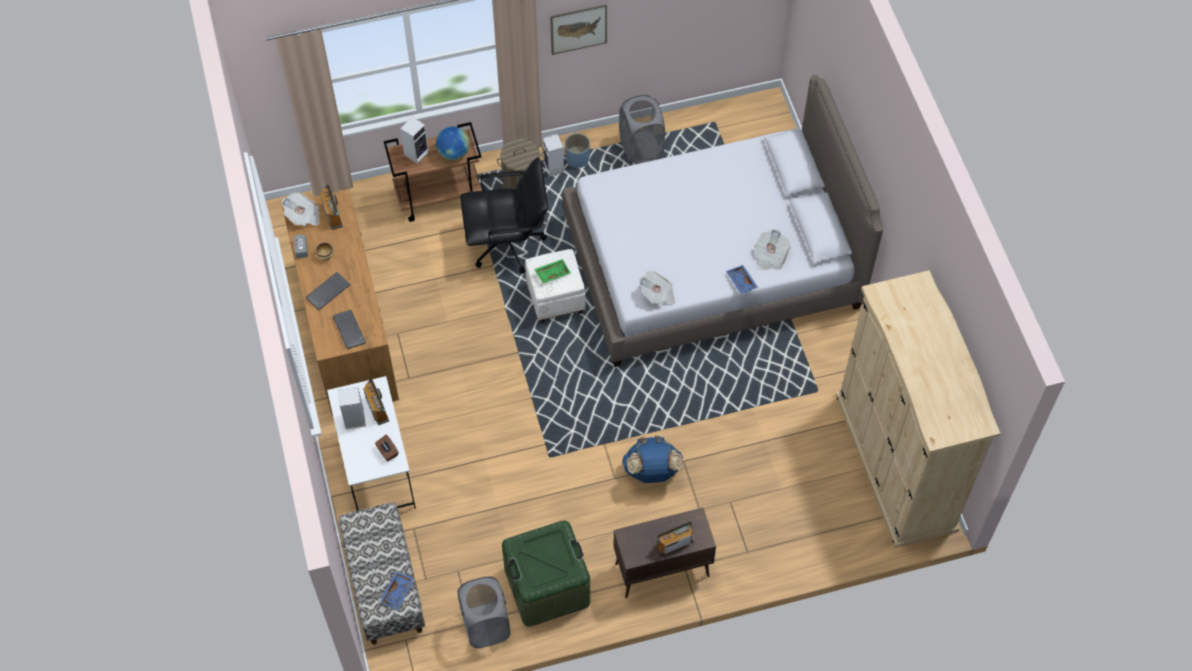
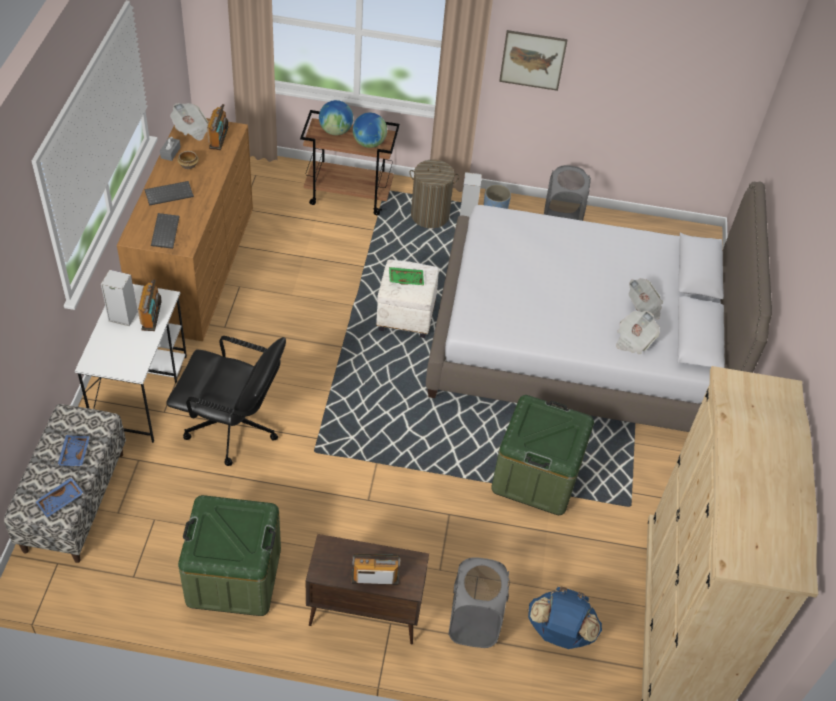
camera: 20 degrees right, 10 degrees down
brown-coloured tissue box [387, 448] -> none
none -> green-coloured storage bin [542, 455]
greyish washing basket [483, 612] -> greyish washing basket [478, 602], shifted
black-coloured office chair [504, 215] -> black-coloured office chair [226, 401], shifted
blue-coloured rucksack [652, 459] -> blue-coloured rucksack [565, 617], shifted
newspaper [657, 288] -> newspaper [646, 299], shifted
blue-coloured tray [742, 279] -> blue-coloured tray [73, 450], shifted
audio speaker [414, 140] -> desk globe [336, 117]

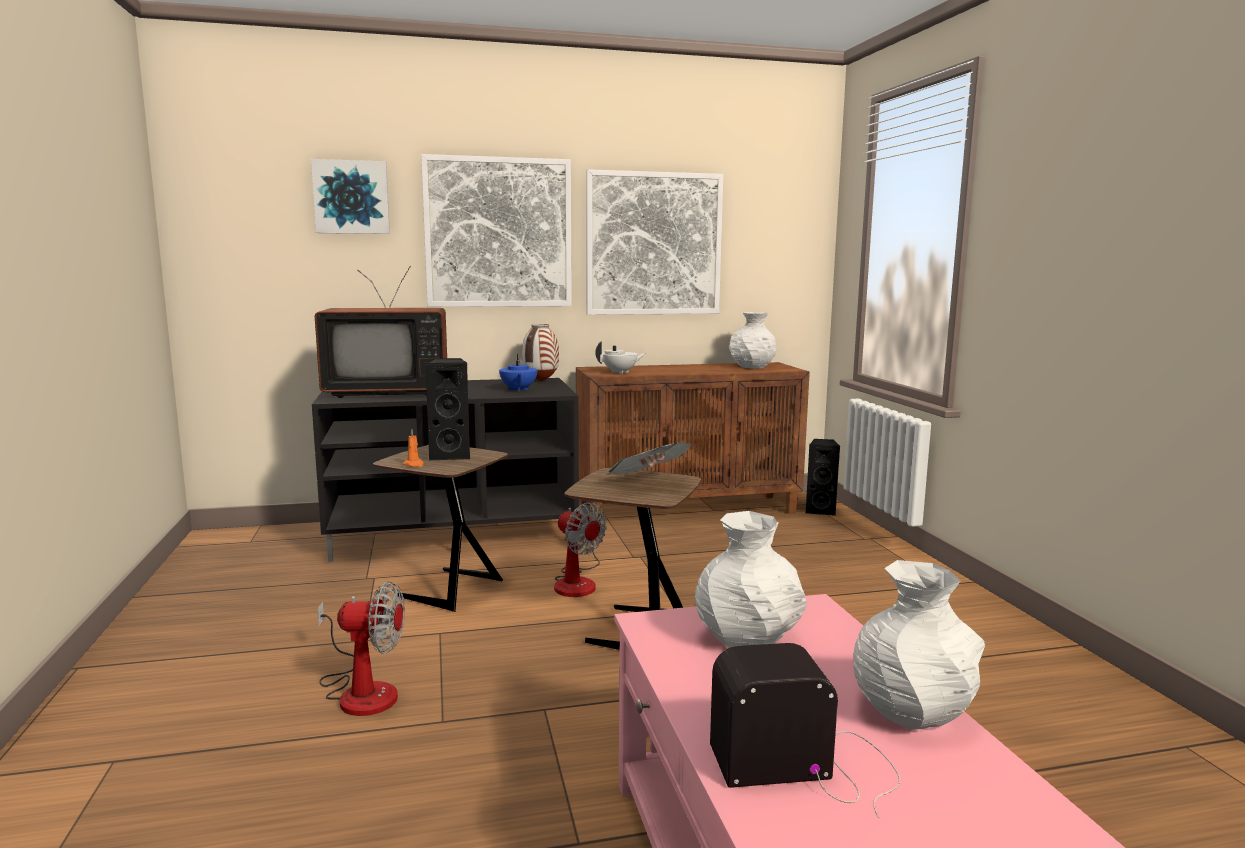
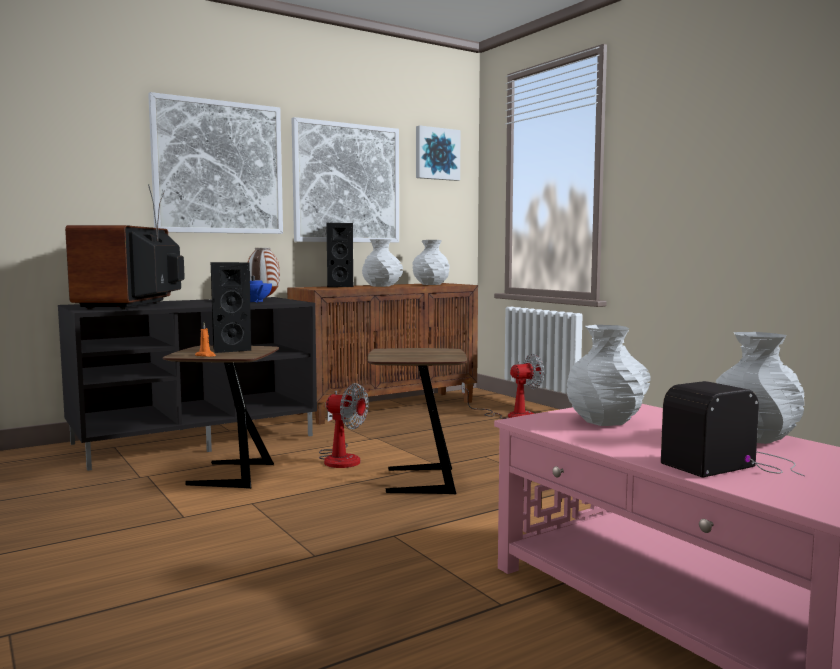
camera: 20 degrees left, 5 degrees down
white-coloured tea pot [620, 357] -> none
newspaper [648, 458] -> none
none -> white-coloured flower vase [382, 263]
wall picture [350, 196] -> wall picture [438, 153], shifted
electric fan [361, 648] -> electric fan [503, 386], shifted
black-coloured audio speaker [823, 477] -> black-coloured audio speaker [339, 255], shifted
TV set [381, 332] -> TV set [125, 247], 120 degrees clockwise

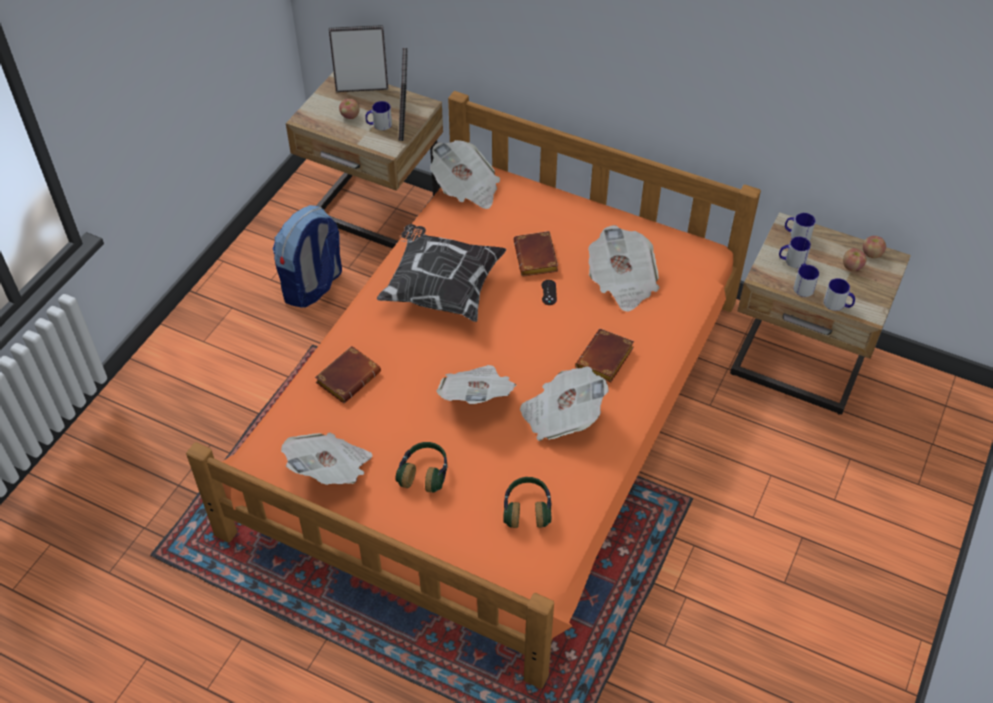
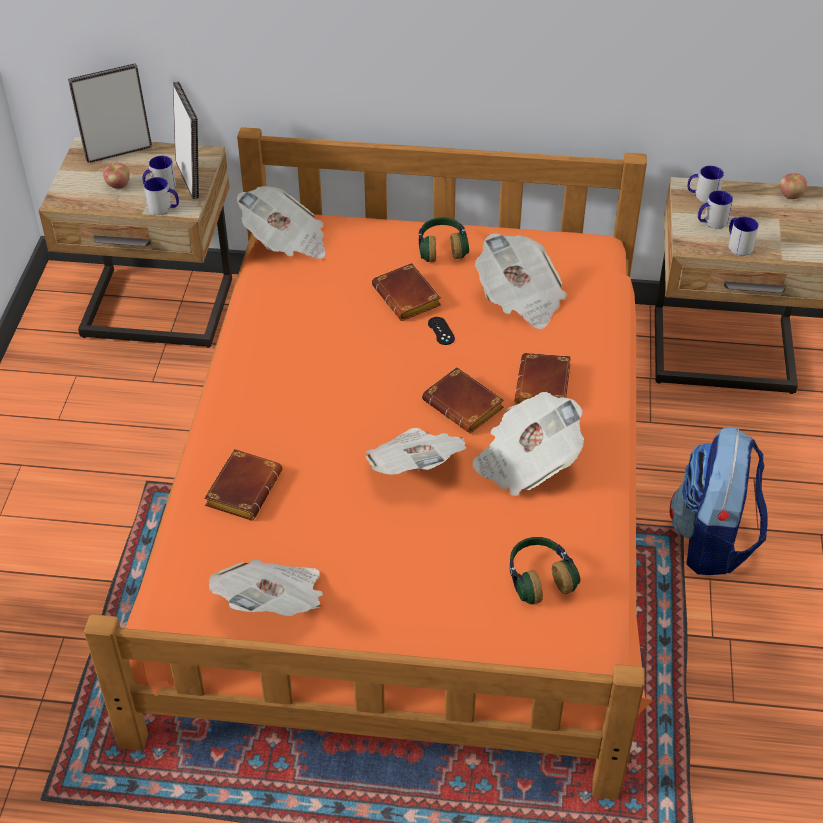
camera: 20 degrees left, 5 degrees down
cushion [441, 273] -> none
whole apple [855, 259] -> none
none -> brown-coloured book [463, 400]
rucksack [307, 256] -> rucksack [719, 501], shifted
headset [421, 467] -> headset [444, 239], shifted
mug [839, 294] -> mug [161, 196], shifted

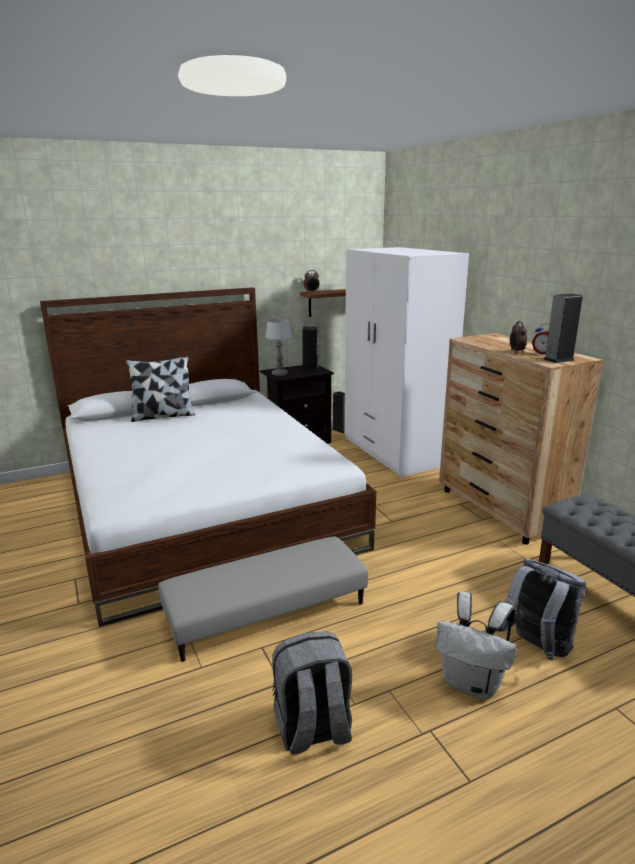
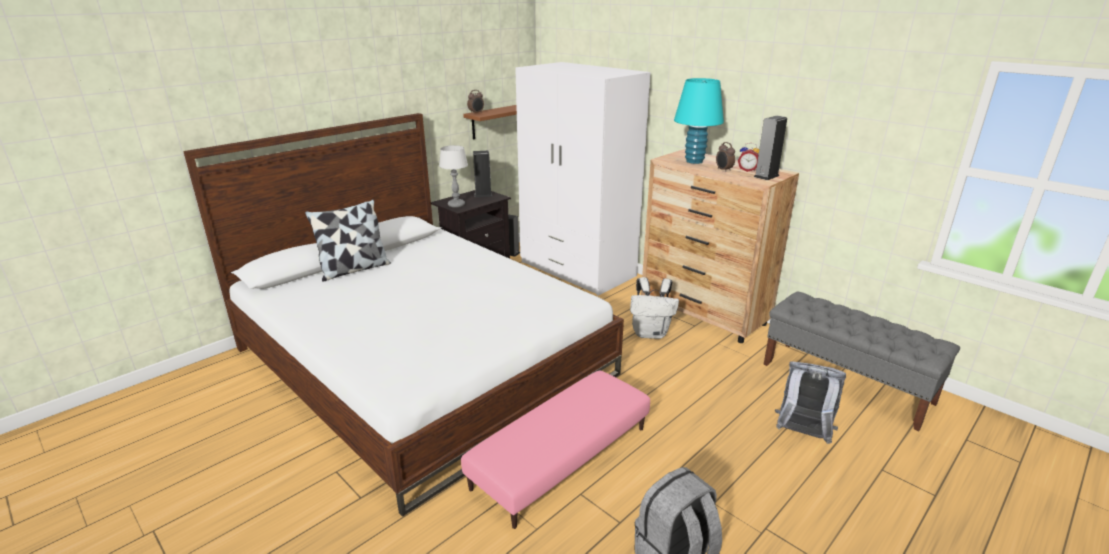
camera: 20 degrees left, 5 degrees up
none -> turquoise table lamp [699, 121]
white-coloured rucksack [476, 645] -> white-coloured rucksack [654, 308], shifted
greyish footrest [263, 599] -> pink-coloured footrest [555, 449]

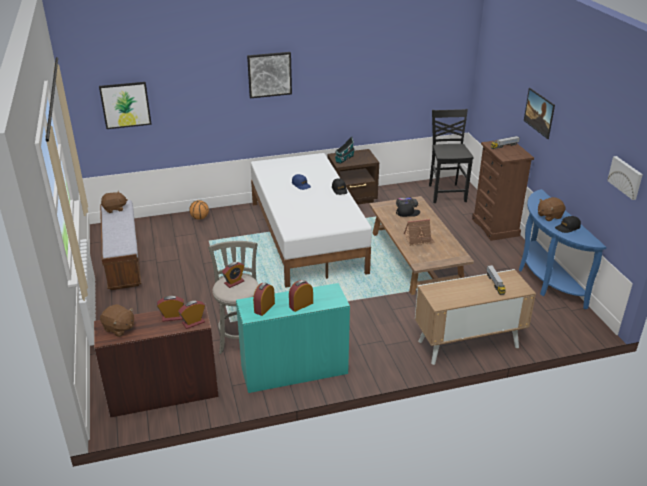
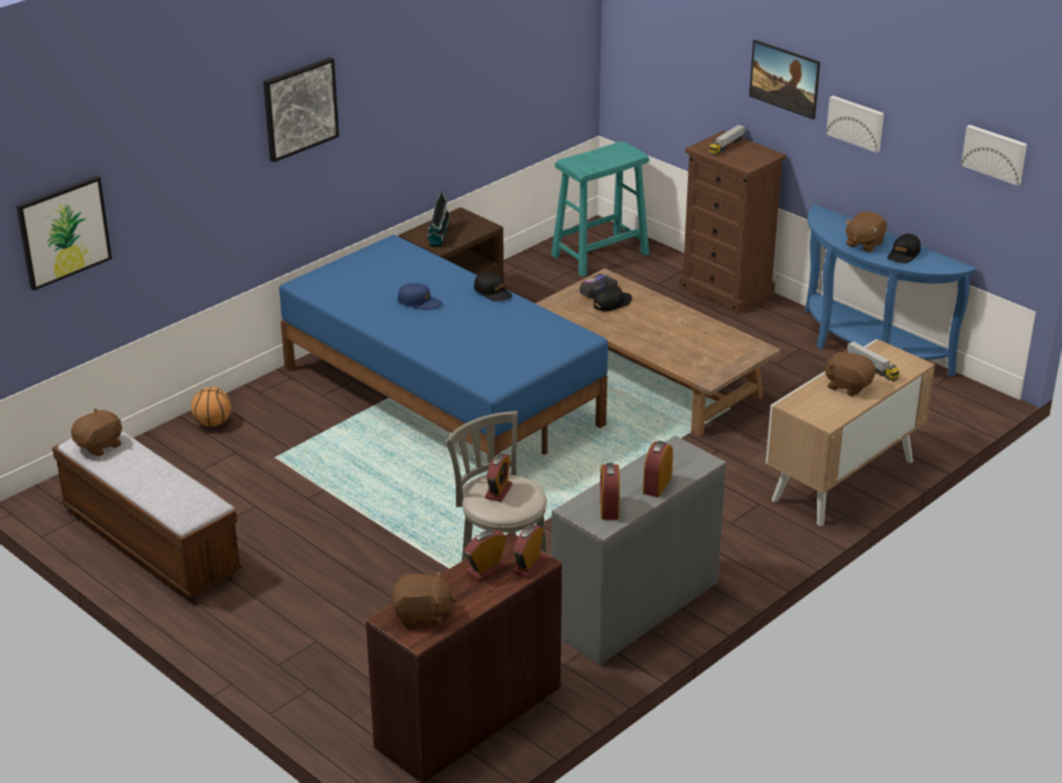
camera: 30 degrees left, 0 degrees up
miniature house [419, 232] -> none
none -> brown-coloured plush toy [849, 372]
none -> wall picture [855, 124]
black-coloured upright chair [451, 156] -> turquoise stool seat [600, 209]
turquoise desk unit [293, 338] -> greyish desk unit [638, 550]
white-coloured sleeping bed [311, 220] -> blue-coloured sleeping bed [443, 349]

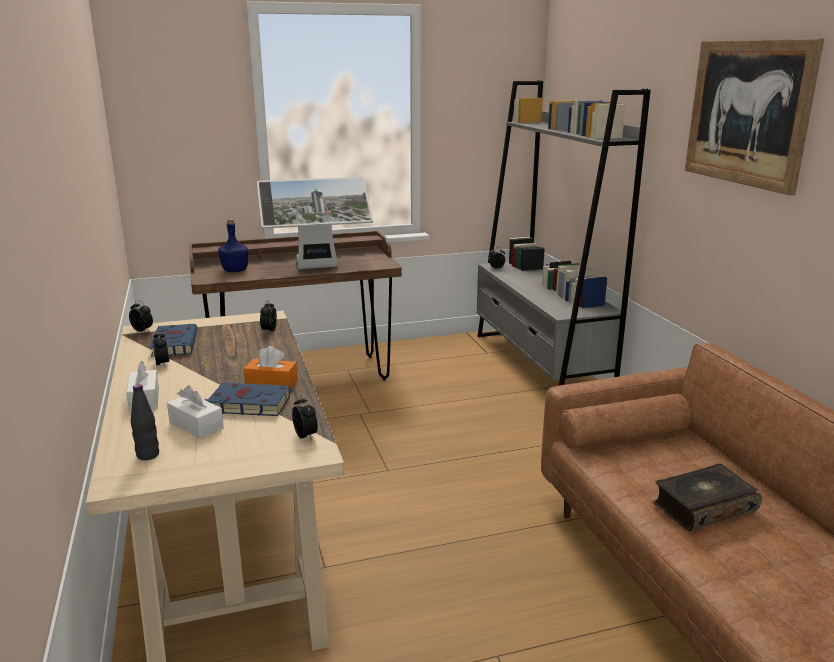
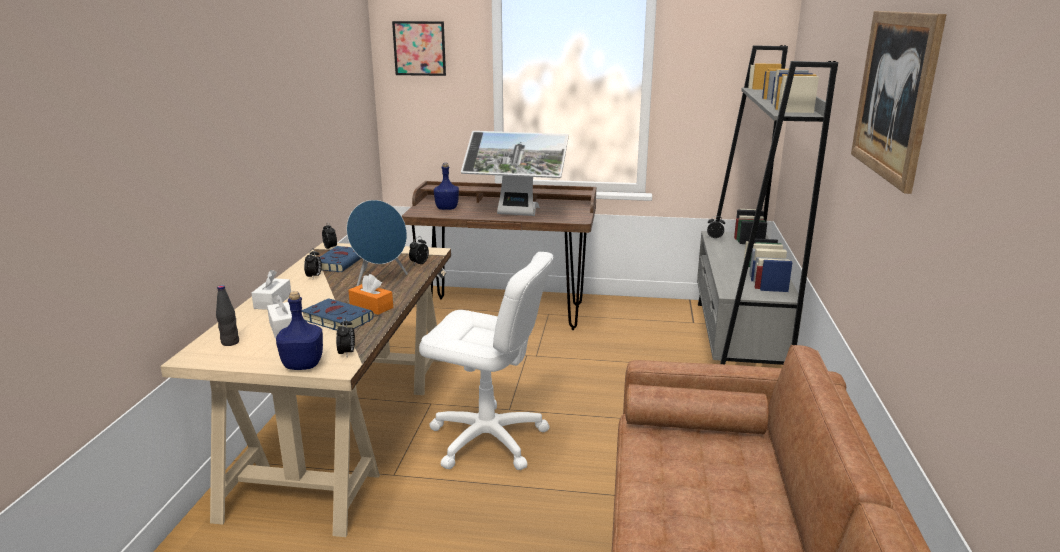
camera: 25 degrees right, 0 degrees up
book [707, 497] -> none
none -> blue-coloured drink bottle [299, 330]
none -> blue-coloured audio speaker [377, 243]
none -> wall picture [419, 48]
none -> white-coloured office chair [486, 361]

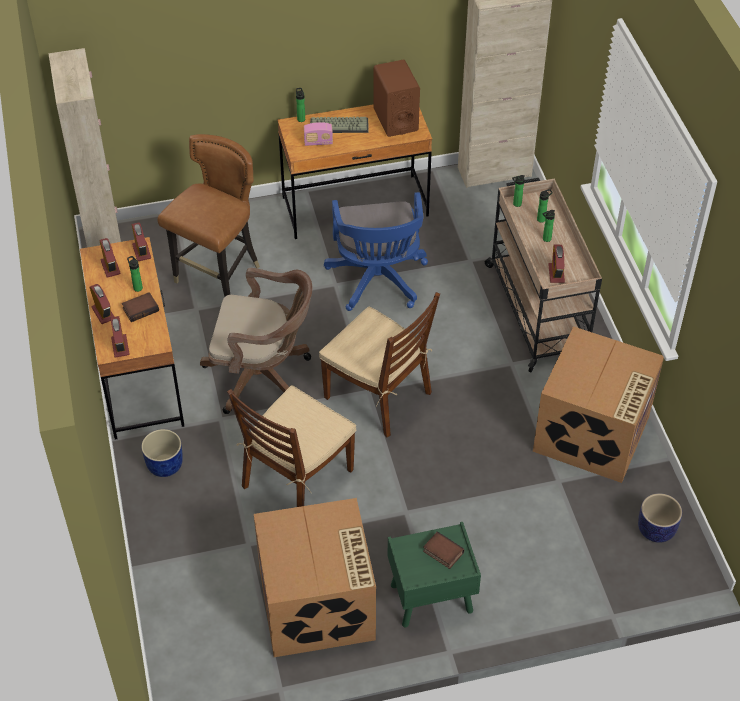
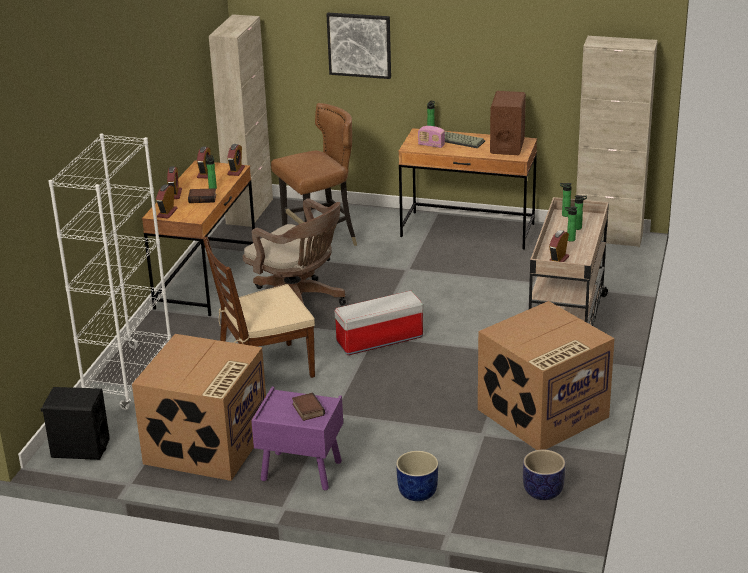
camera: 30 degrees right, 20 degrees down
blue-coloured office chair [376, 251] -> none
none -> black-coloured audio speaker [75, 423]
none -> white-coloured bookshelf [110, 271]
none -> wall picture [358, 46]
blue-coloured planter [162, 453] -> blue-coloured planter [417, 476], shifted
brown-coloured upright chair [379, 365] -> storage bin [379, 323]
green-coloured nightstand [434, 575] -> purple nightstand [297, 438]

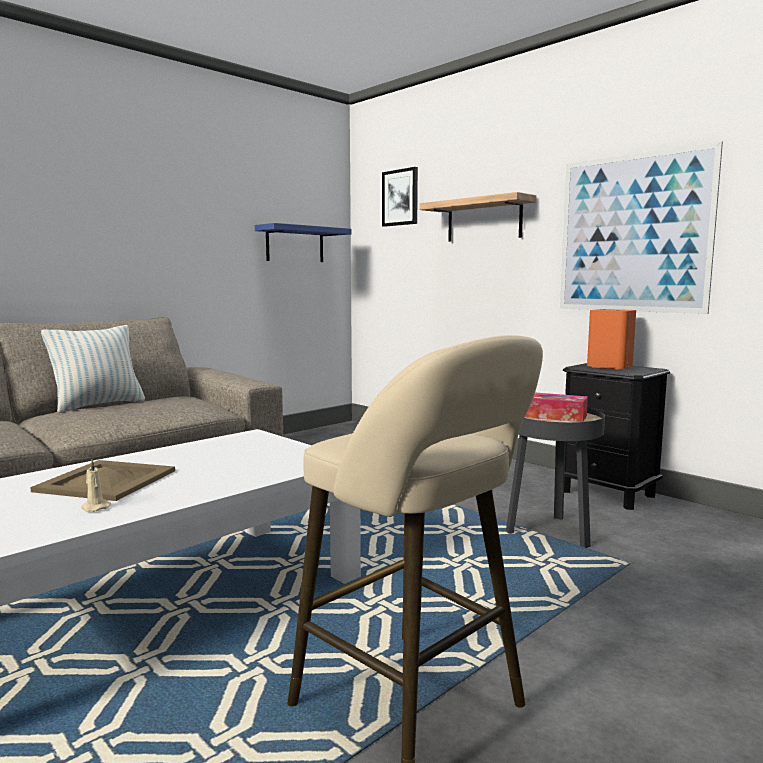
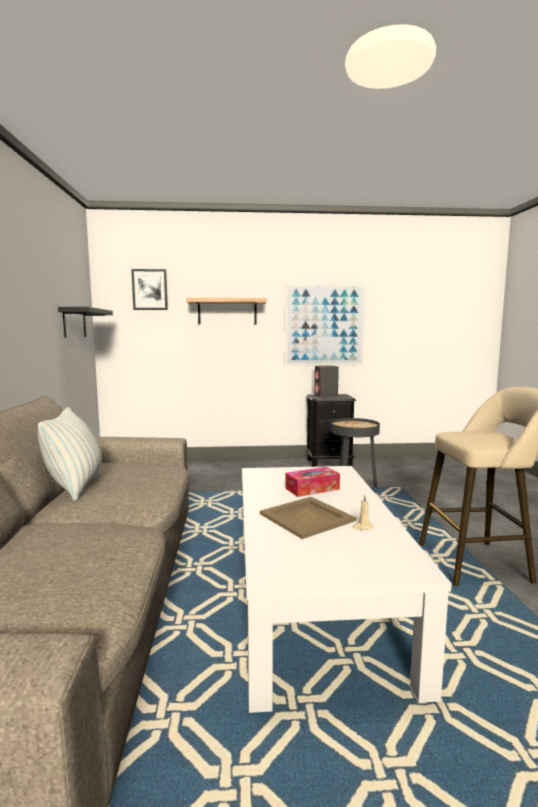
camera: 50 degrees left, 0 degrees up
tissue box [556, 407] -> tissue box [312, 482], shifted
blue-coloured bracket shelf [303, 242] -> black-coloured bracket shelf [85, 322]
orange-coloured audio speaker [611, 339] -> greyish audio speaker [326, 381]

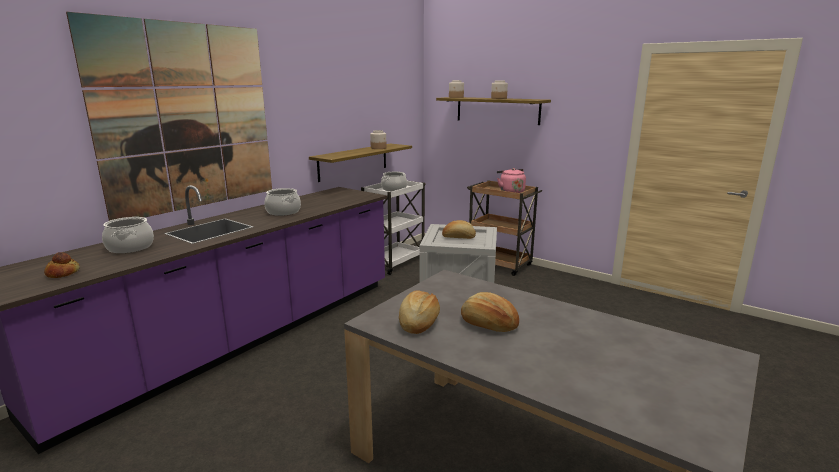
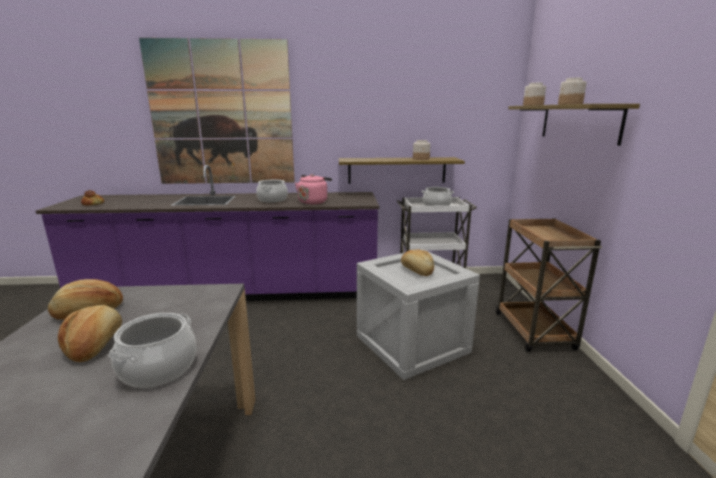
camera: 50 degrees right, 0 degrees up
saucepot [128, 235] -> saucepot [152, 350], shifted
pink-coloured tea kettle [511, 180] -> pink-coloured tea kettle [313, 189], shifted

